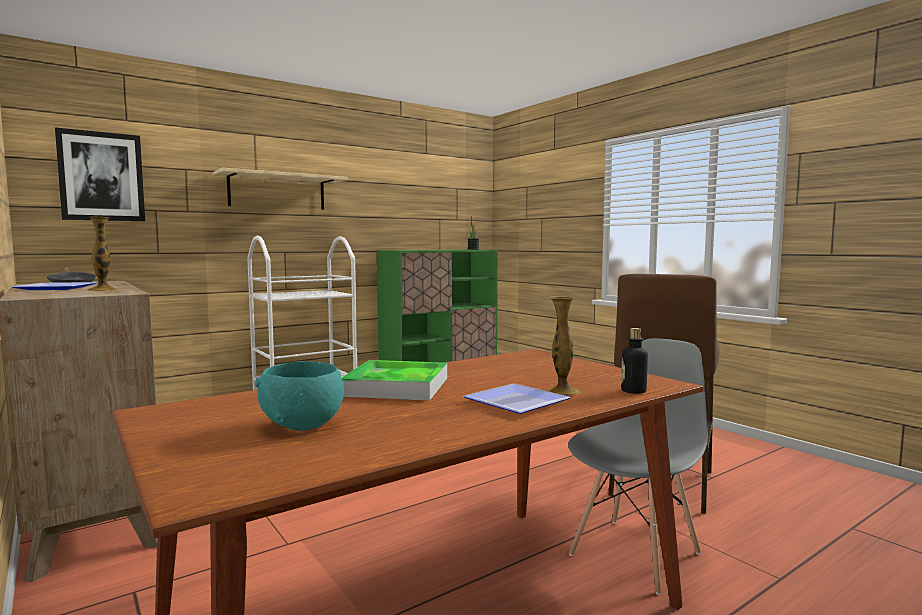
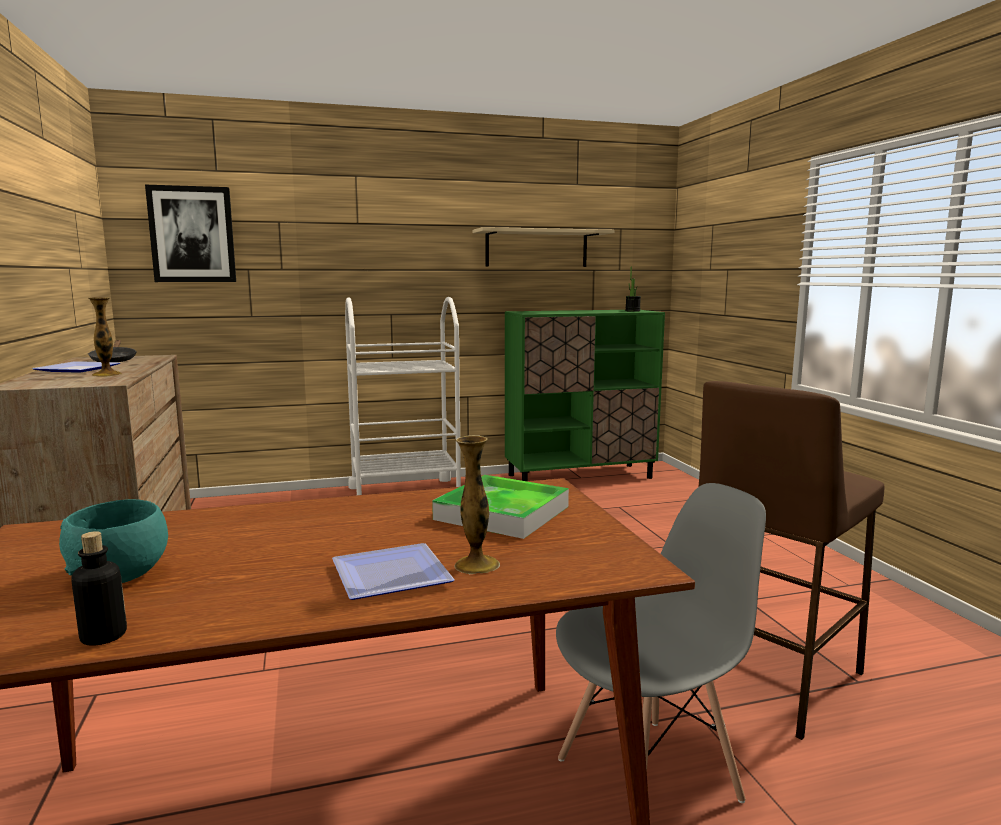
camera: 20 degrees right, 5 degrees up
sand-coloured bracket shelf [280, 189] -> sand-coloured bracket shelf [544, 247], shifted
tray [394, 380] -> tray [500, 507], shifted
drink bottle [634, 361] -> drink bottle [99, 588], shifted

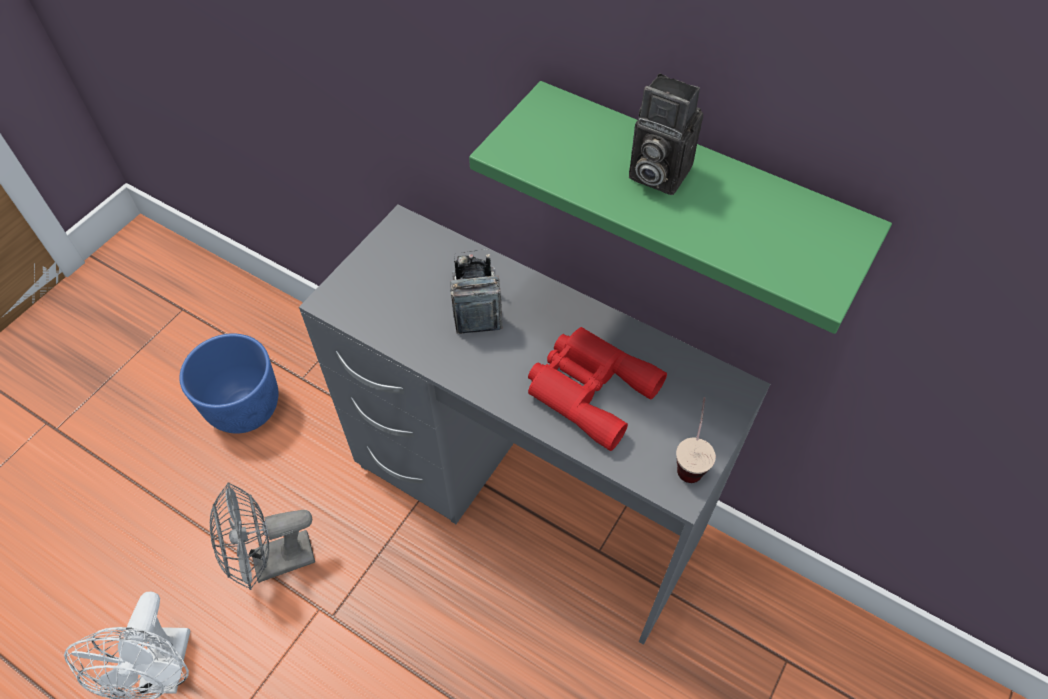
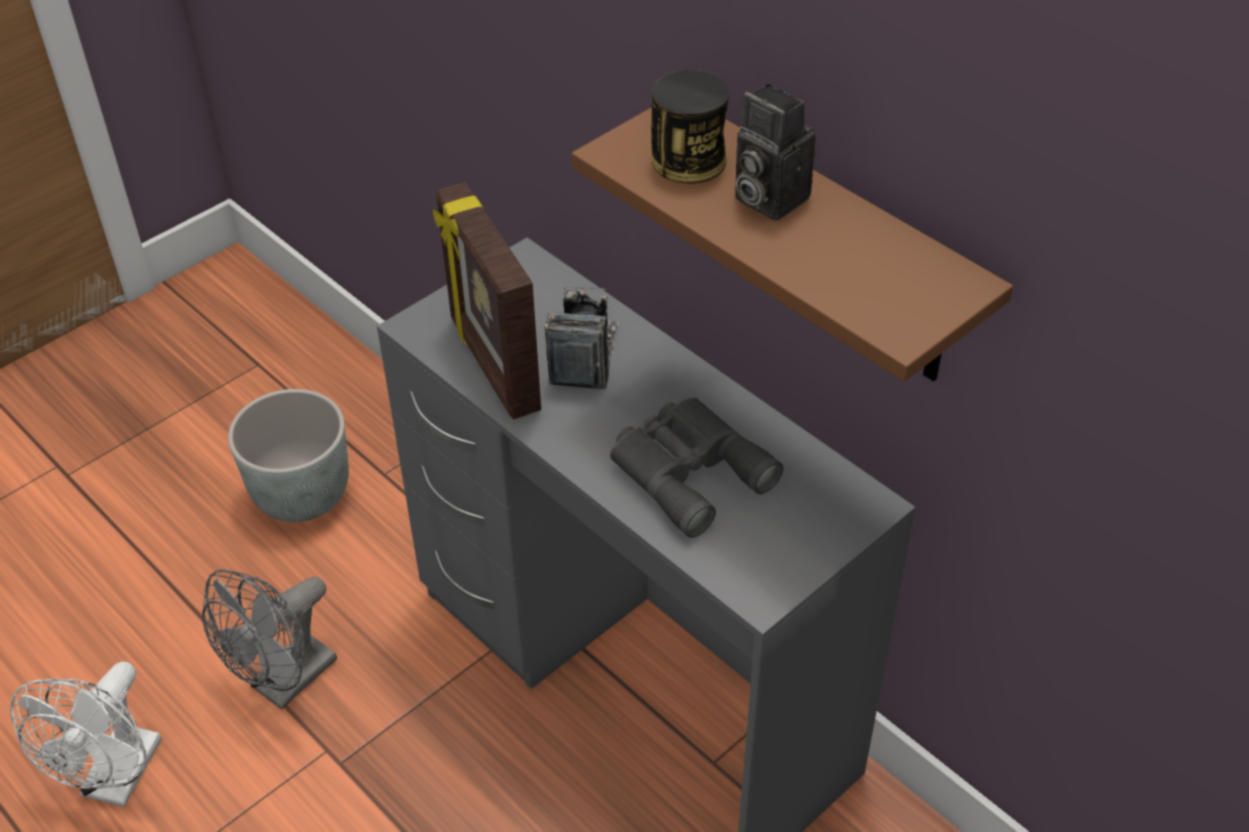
camera: 15 degrees right, 10 degrees down
drinking cup [696, 440] -> none
none -> photo frame [487, 301]
none -> sealed can [690, 127]
blue-coloured planter [228, 383] -> greyish planter [288, 455]
green-coloured bracket shelf [680, 207] -> brown-coloured bracket shelf [792, 244]
red-coloured binoculars [597, 389] -> greyish binoculars [696, 468]
greyish electric fan [262, 536] -> greyish electric fan [269, 639], 45 degrees counterclockwise

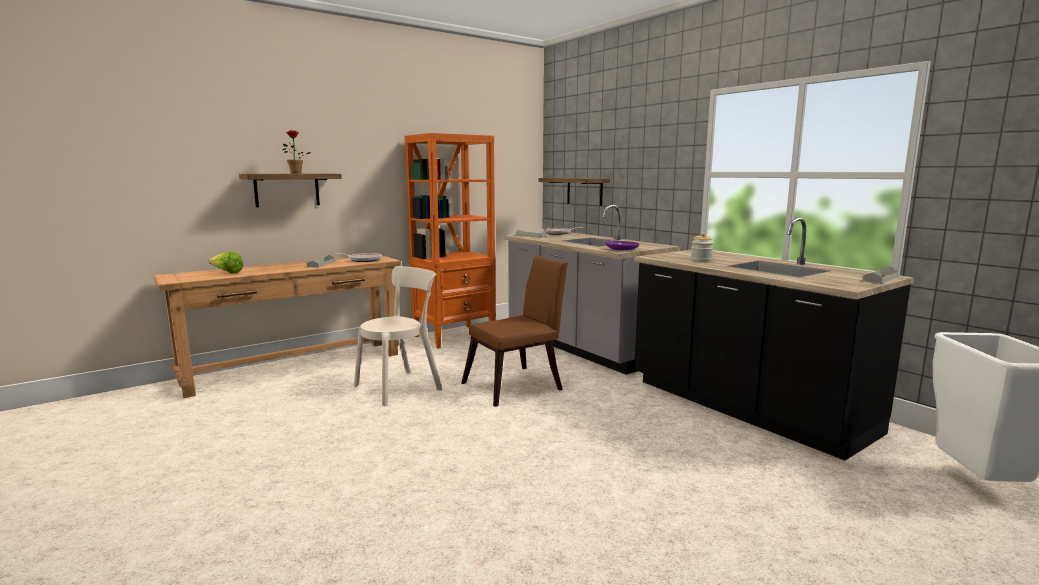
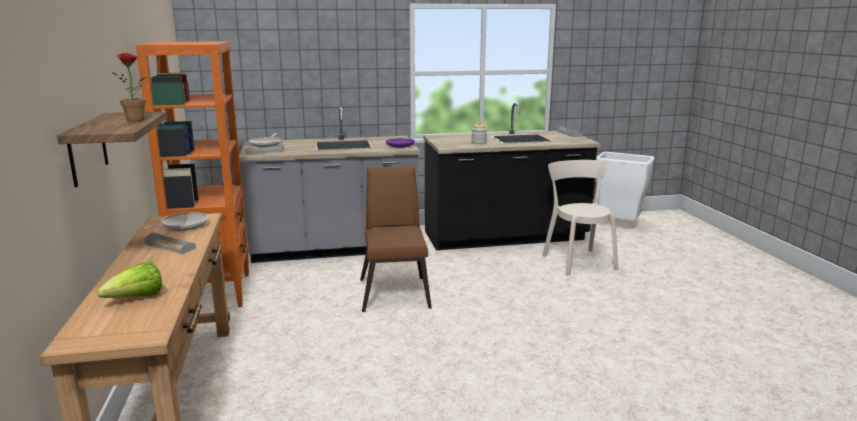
camera: 65 degrees left, 5 degrees up
bracket shelf [574, 192] -> none
sand-coloured upright chair [398, 336] -> sand-coloured upright chair [580, 218], shifted

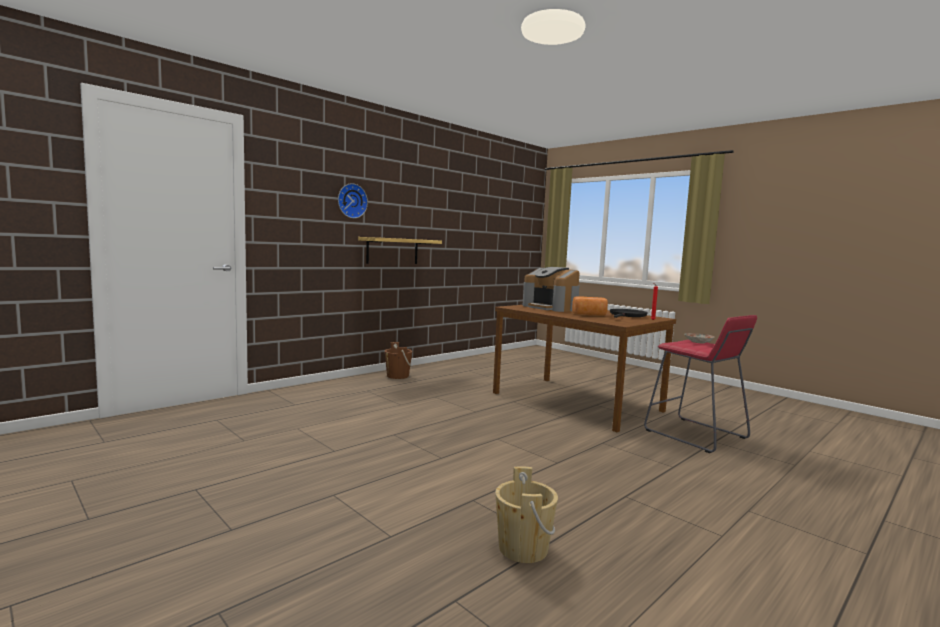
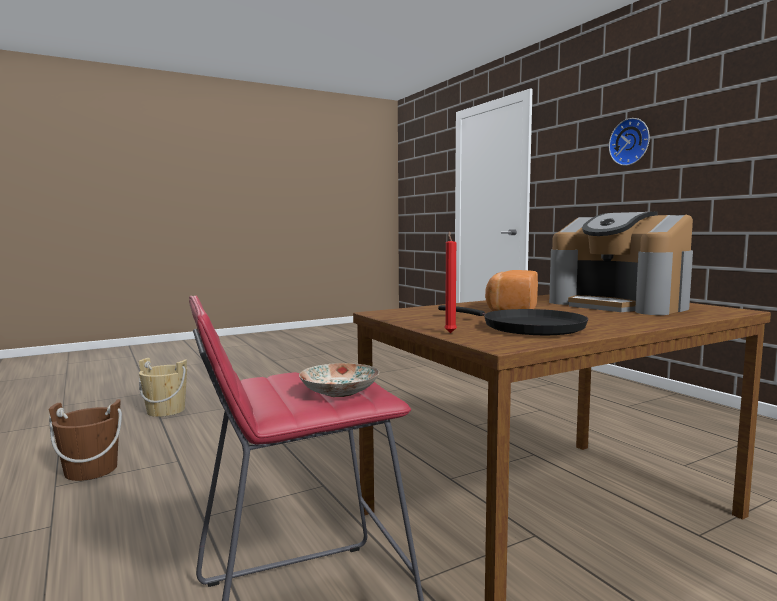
camera: 105 degrees right, 0 degrees up
bracket shelf [400, 250] -> none
brown-coloured water bucket [398, 360] -> brown-coloured water bucket [85, 440], shifted
coffee brewer [551, 289] -> coffee brewer [621, 263], 105 degrees counterclockwise

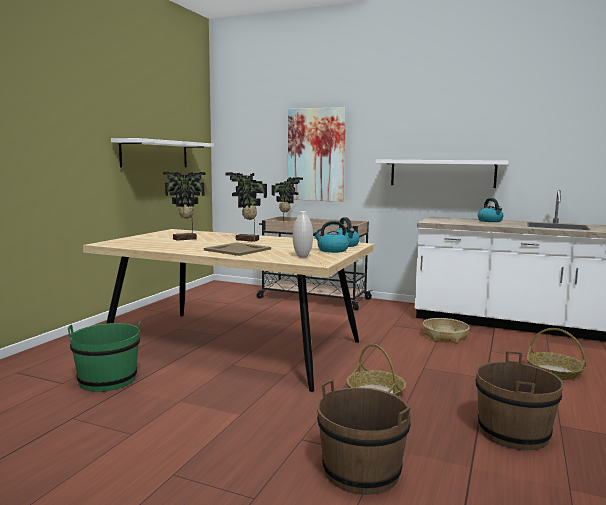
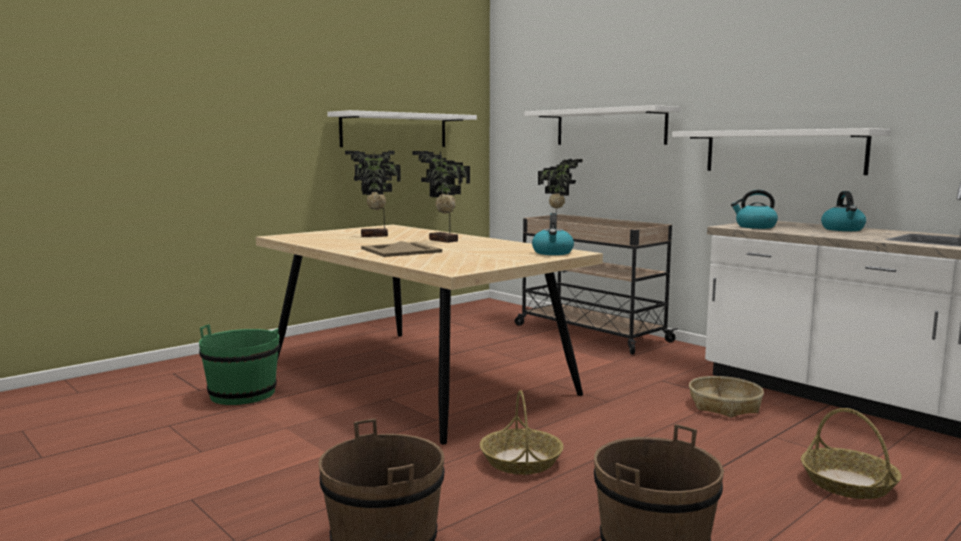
camera: 25 degrees right, 0 degrees up
white-coloured flower vase [303, 234] -> none
tea kettle [331, 237] -> tea kettle [754, 209], shifted
wall picture [317, 154] -> white-coloured bracket shelf [603, 125]

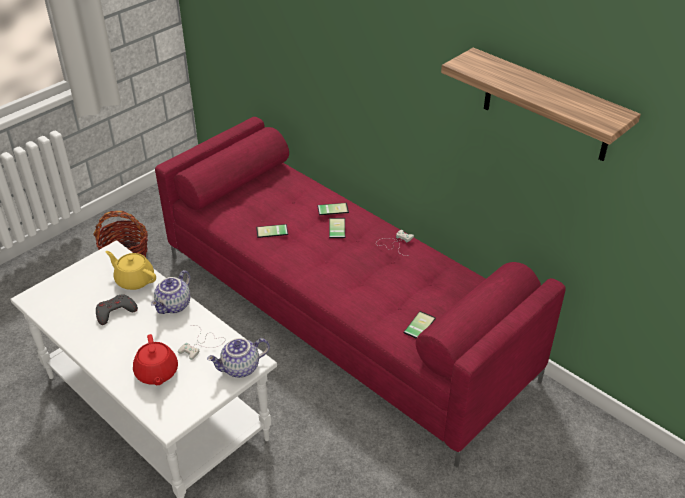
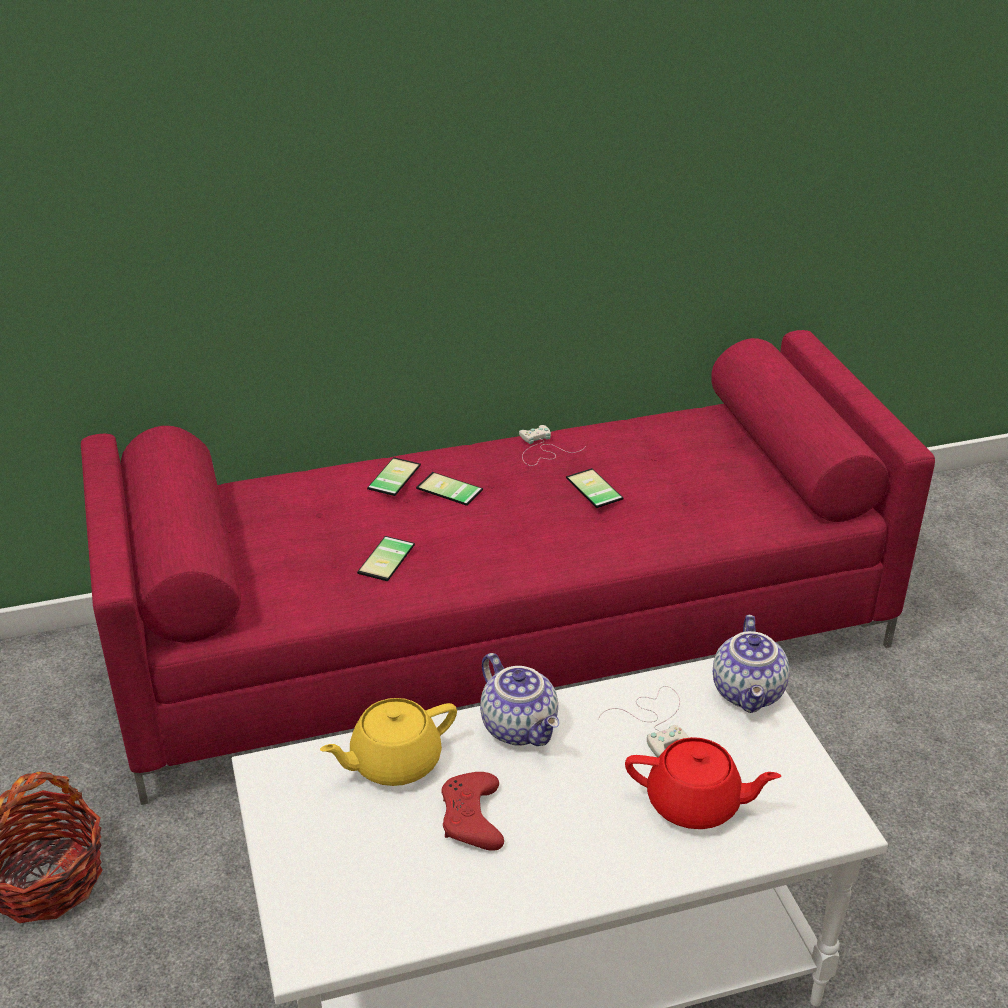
camera: 60 degrees left, 5 degrees down
bracket shelf [541, 104] -> none
telephone [419, 325] -> telephone [594, 488], shifted
greyish gamepad [117, 309] -> red-coloured gamepad [472, 811]

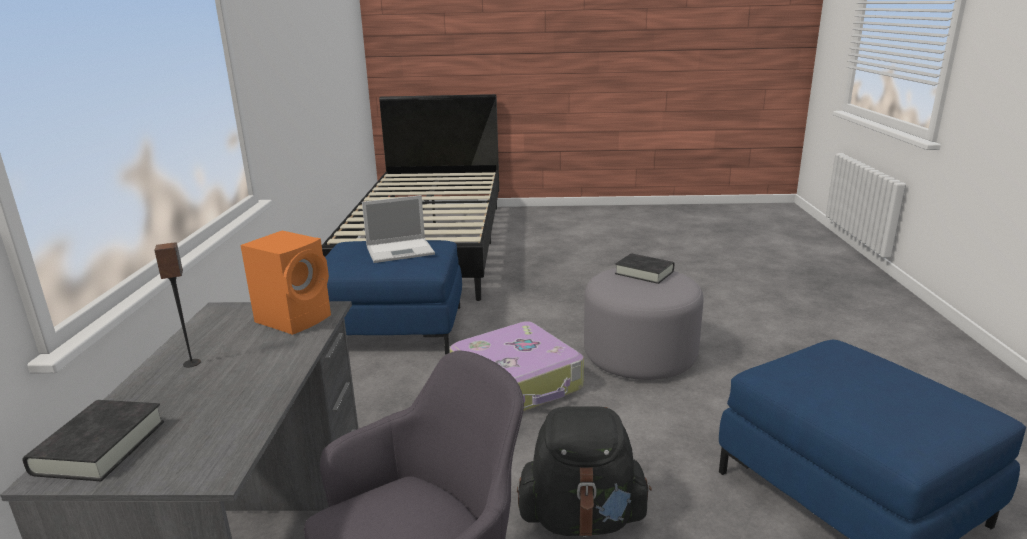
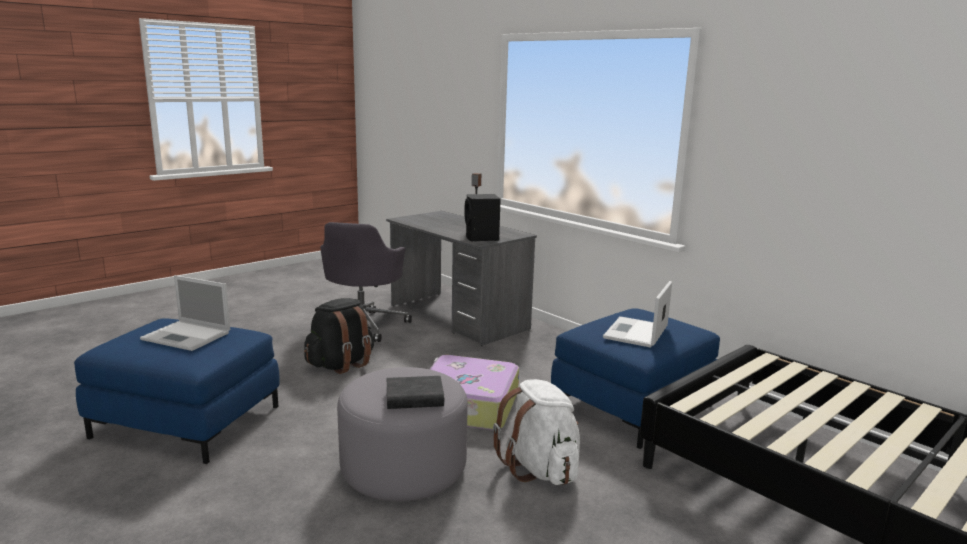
camera: 135 degrees right, 5 degrees down
black-coloured book [93, 440] -> none
none -> portable computer [185, 313]
none -> white-coloured rucksack [536, 432]
orange-coloured audio speaker [285, 283] -> black-coloured audio speaker [482, 217]

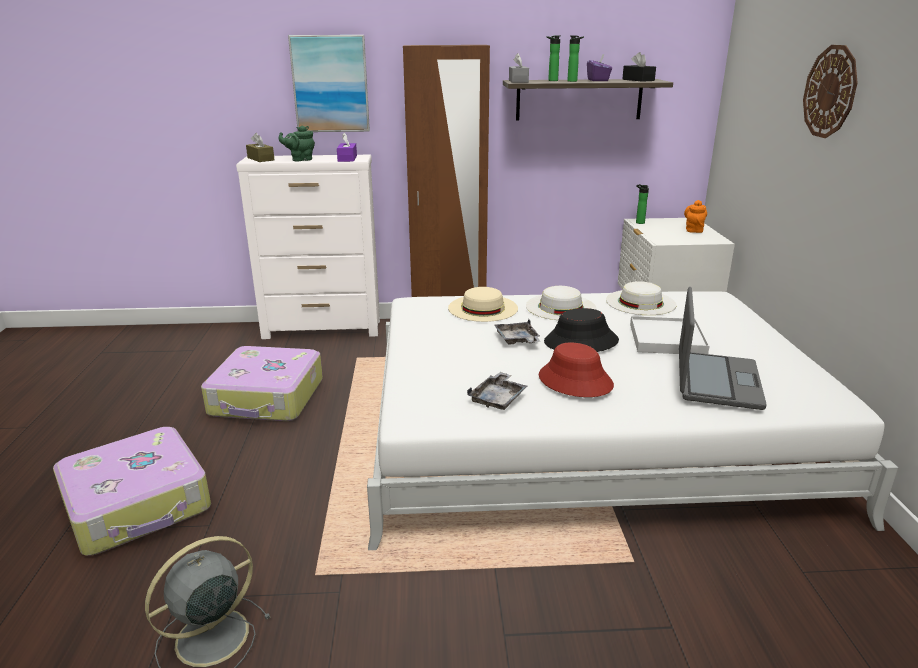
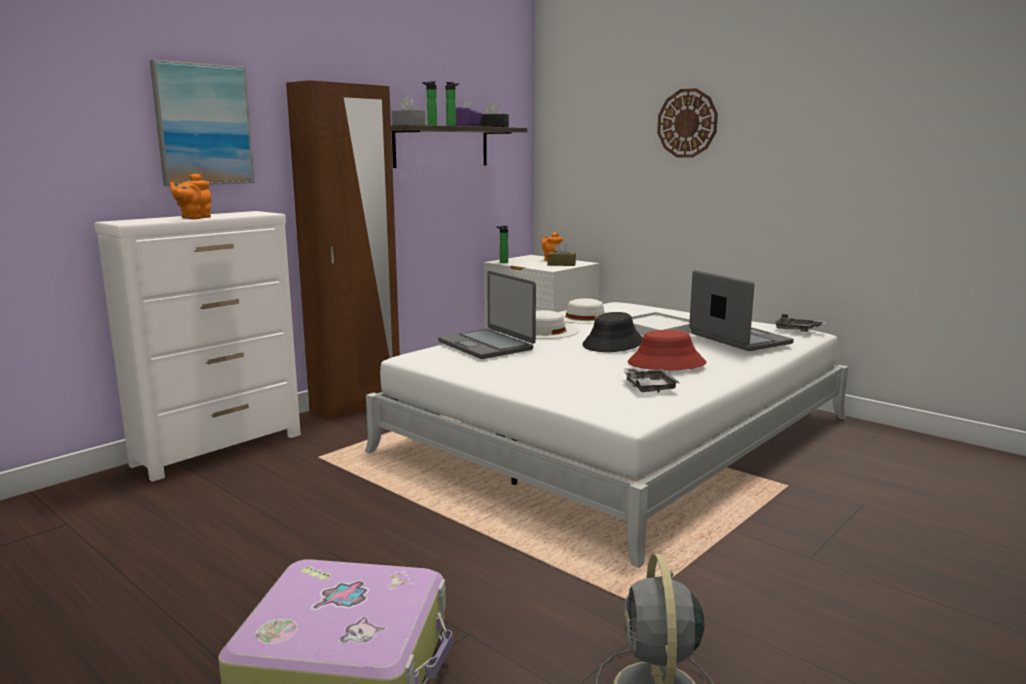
camera: 45 degrees left, 10 degrees down
suitcase [262, 383] -> none
purple tissue box [347, 147] -> none
brown-coloured tissue box [260, 147] -> brown-coloured tissue box [561, 253], shifted
greyish tray [517, 332] -> greyish tray [800, 323], shifted
sand-coloured clothing hat [483, 304] -> portable computer [487, 315]
green-coloured tea pot [296, 143] -> orange-coloured tea pot [191, 196]

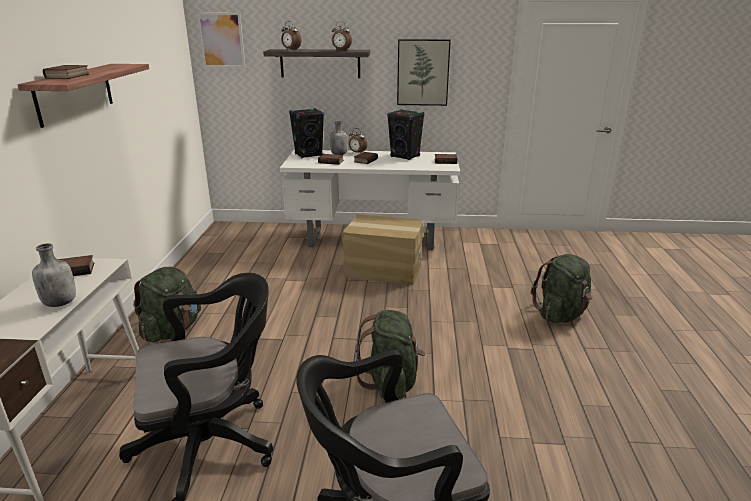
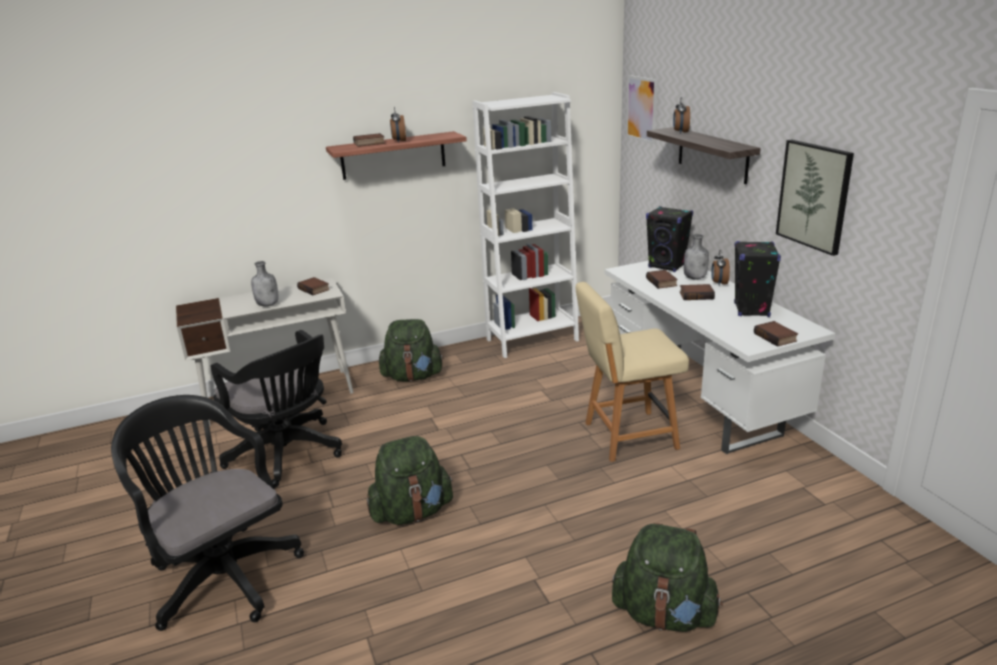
camera: 65 degrees right, 0 degrees up
none -> white-coloured bookshelf [525, 225]
alarm clock [342, 36] -> alarm clock [398, 125], shifted
cardboard box [382, 249] -> sand-coloured upright chair [632, 372]

